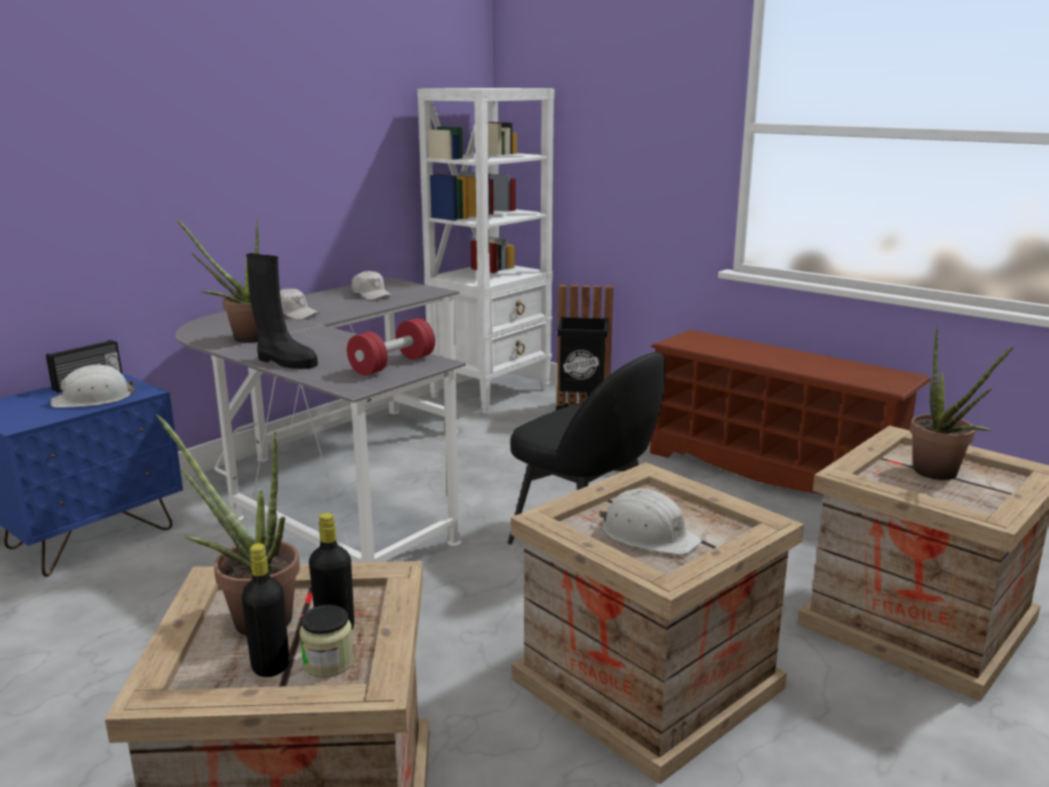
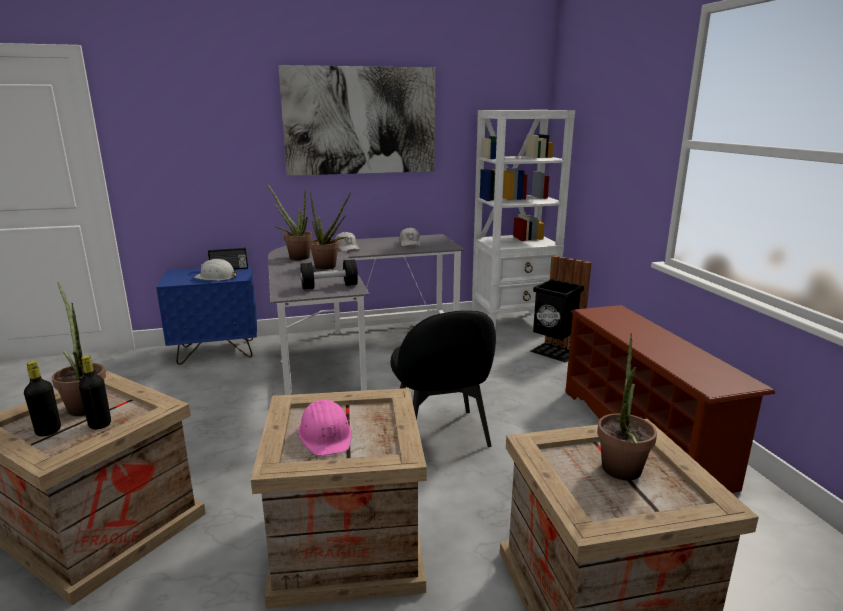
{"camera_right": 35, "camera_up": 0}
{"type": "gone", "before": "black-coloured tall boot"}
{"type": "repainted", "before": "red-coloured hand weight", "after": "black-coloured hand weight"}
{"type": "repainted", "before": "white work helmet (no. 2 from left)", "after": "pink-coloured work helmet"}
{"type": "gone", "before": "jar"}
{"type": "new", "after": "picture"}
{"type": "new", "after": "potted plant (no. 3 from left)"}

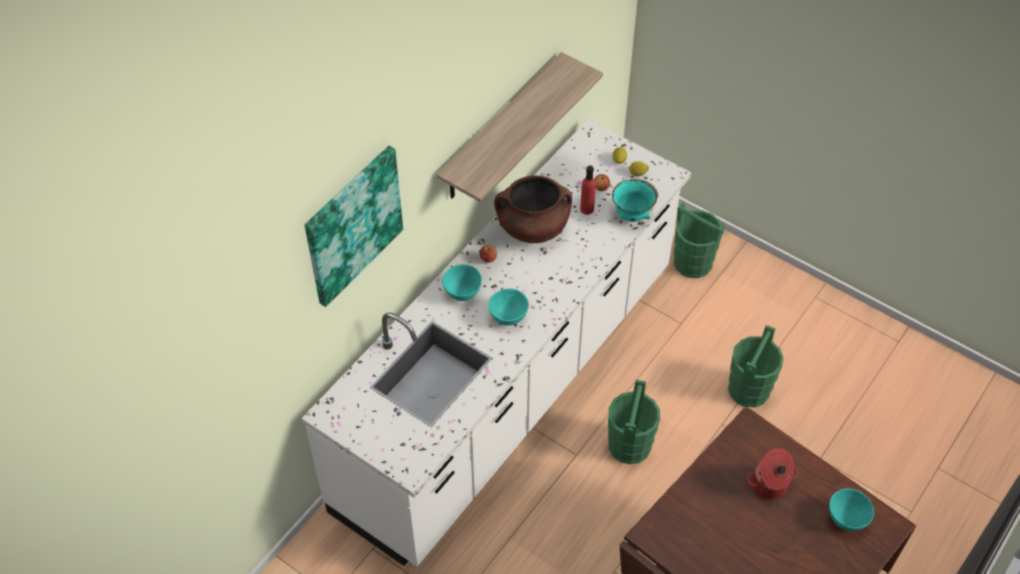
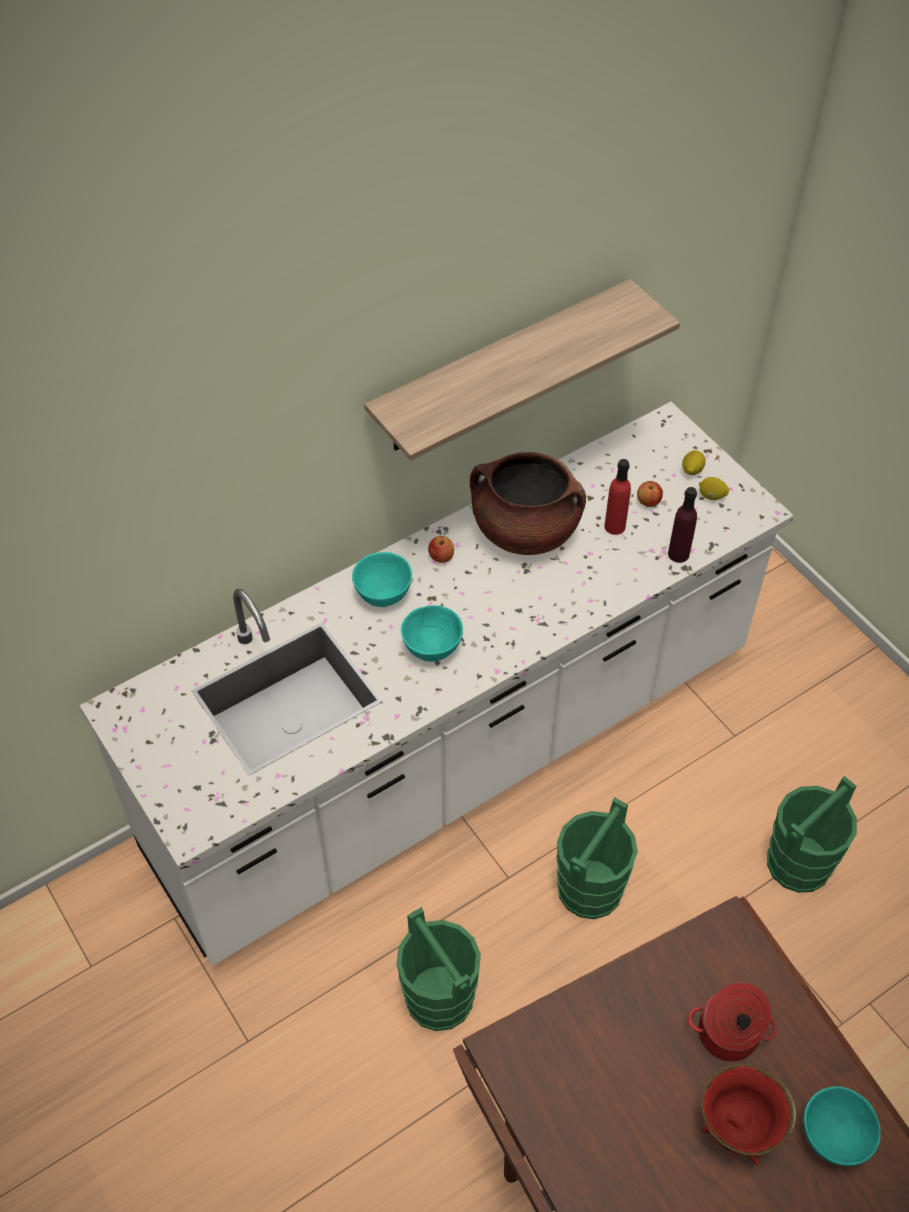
{"camera_right": 20, "camera_up": 0}
{"type": "gone", "before": "picture"}
{"type": "swapped", "before": "turquoise bowl (no. 3 from left)", "after": "purple-coloured drink bottle"}
{"type": "shifted", "before": "greenish pail (no. 2 from left in the first image)", "after": "greenish pail (no. 1 from left)"}
{"type": "new", "after": "red-coloured bowl"}

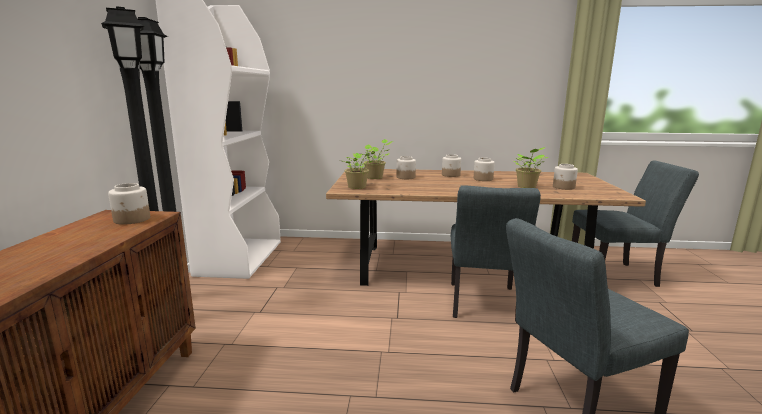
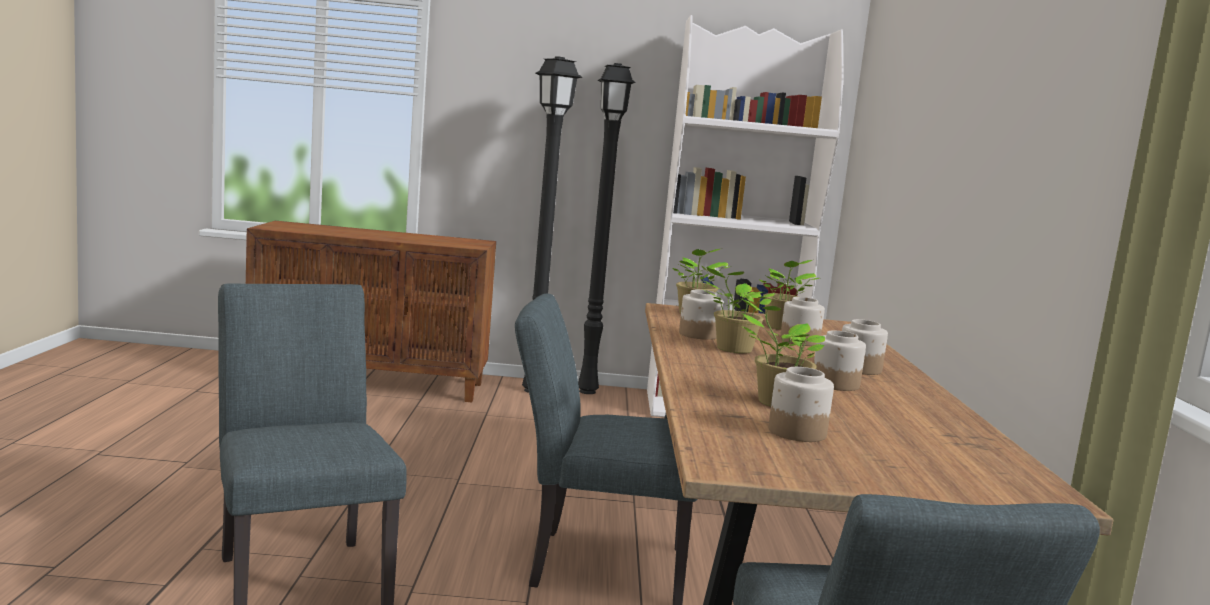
{"camera_right": 85, "camera_up": -5}
{"type": "shifted", "before": "jar (no. 1 from left)"}
{"type": "new", "after": "potted plant (no. 2 from left)"}

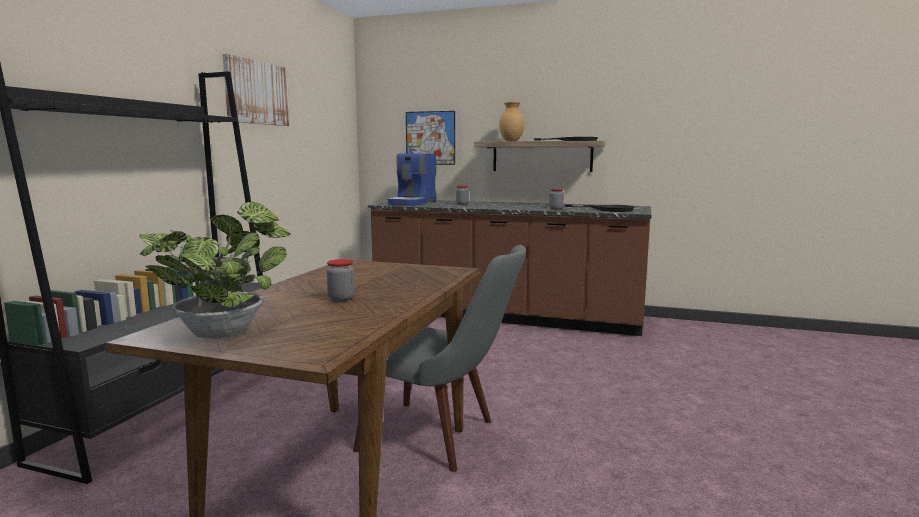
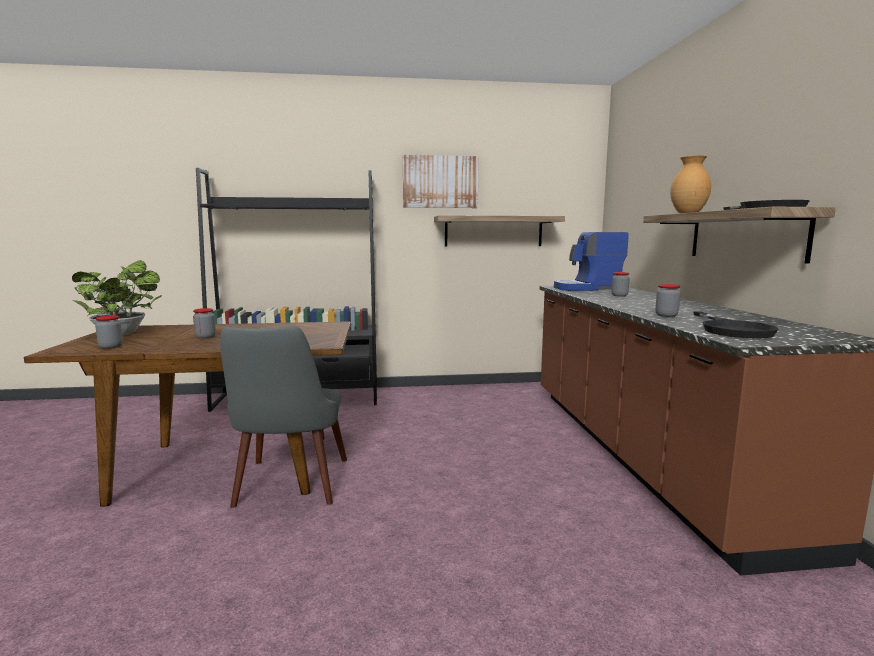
{"camera_right": 65, "camera_up": 0}
{"type": "gone", "before": "picture (no. 2 from left)"}
{"type": "new", "after": "shelf (no. 1 from left)"}
{"type": "new", "after": "jar (no. 1 from left)"}

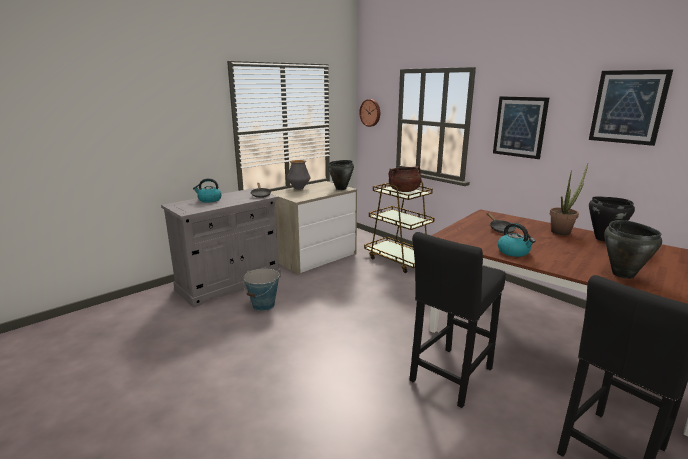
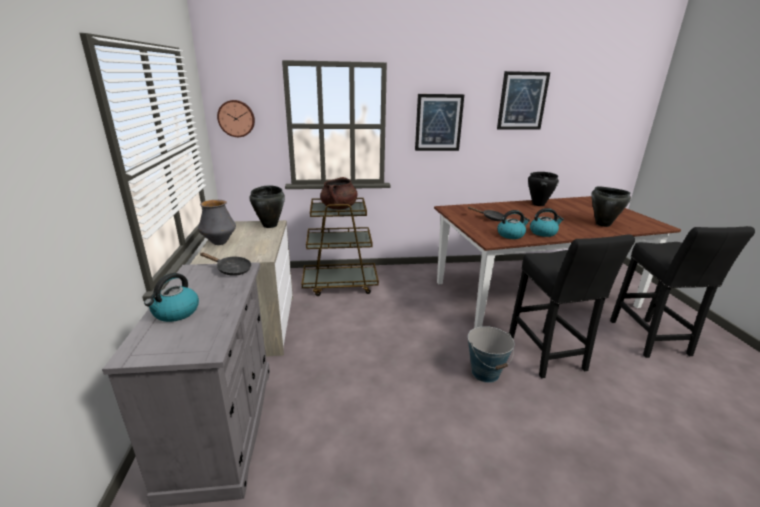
{"camera_right": -55, "camera_up": 5}
{"type": "gone", "before": "potted plant"}
{"type": "shifted", "before": "pail"}
{"type": "new", "after": "tea kettle (no. 2 from left)"}

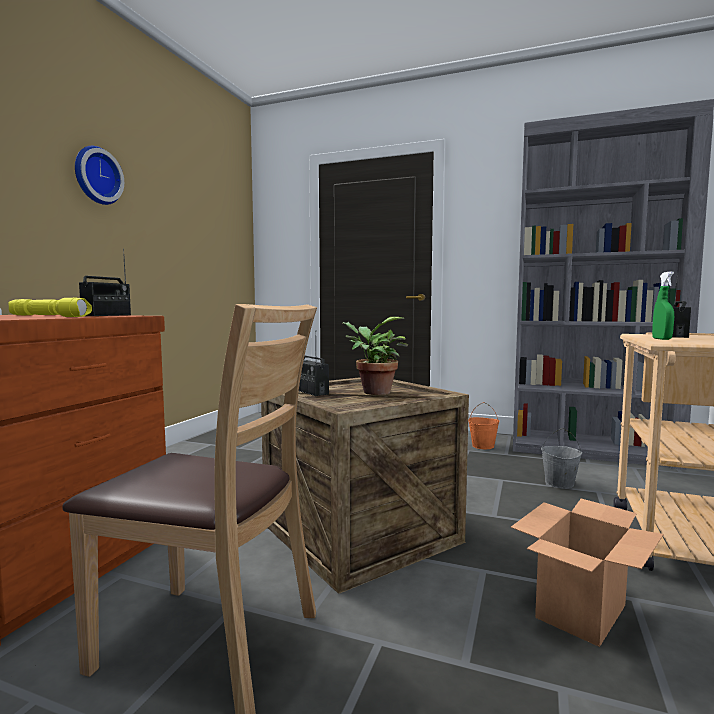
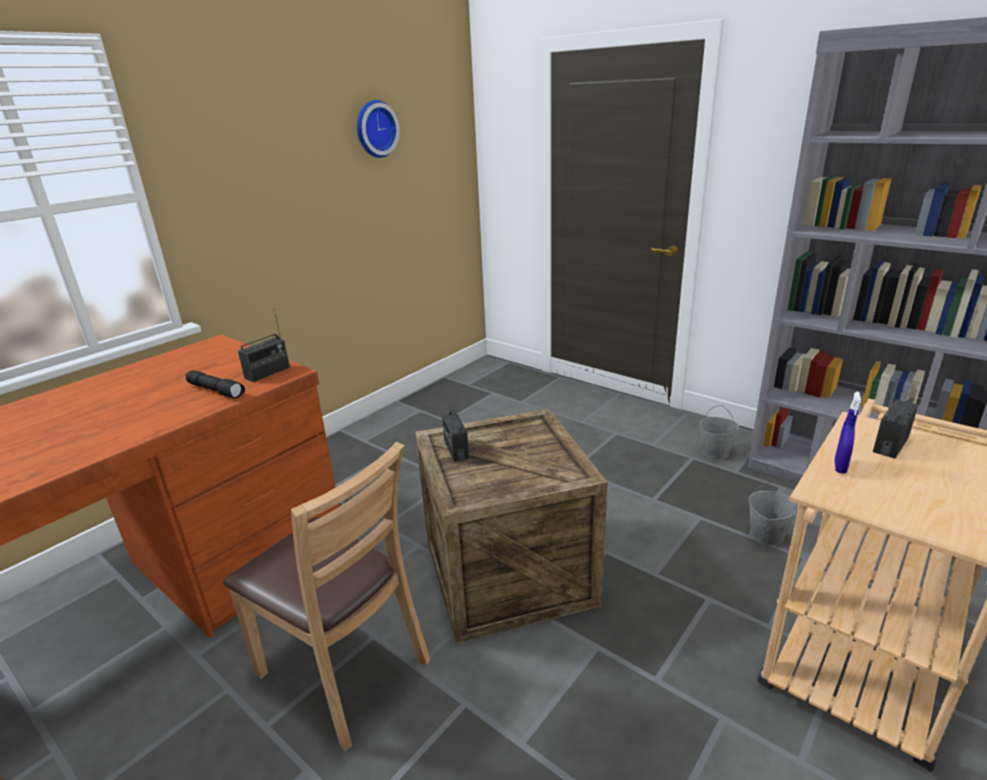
{"camera_right": 20, "camera_up": 20}
{"type": "shifted", "before": "hanging clock"}
{"type": "repainted", "before": "greenish spray bottle", "after": "bluish spray bottle"}
{"type": "repainted", "before": "yellow flashlight", "after": "black-coloured flashlight"}
{"type": "gone", "before": "potted plant"}
{"type": "repainted", "before": "orangey pail", "after": "gray pail (no. 1 from left)"}
{"type": "gone", "before": "cardboard box"}

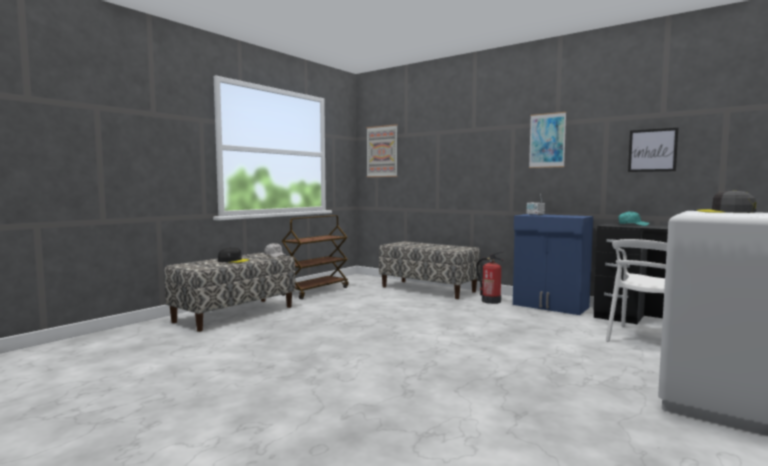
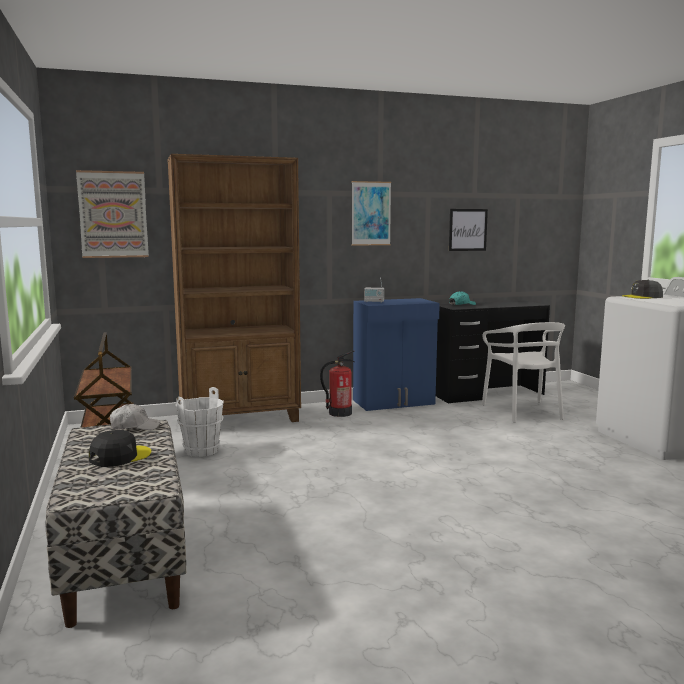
{"camera_right": -55, "camera_up": 5}
{"type": "swapped", "before": "bench (no. 2 from left)", "after": "brown bookcase"}
{"type": "new", "after": "white pail"}

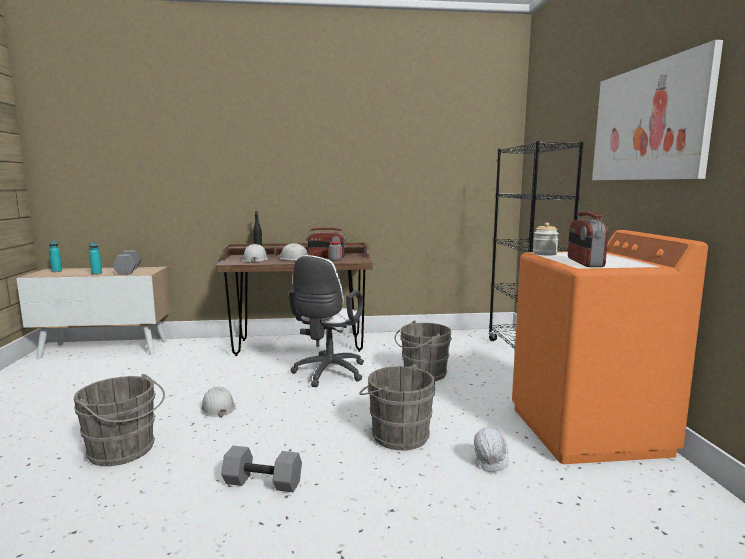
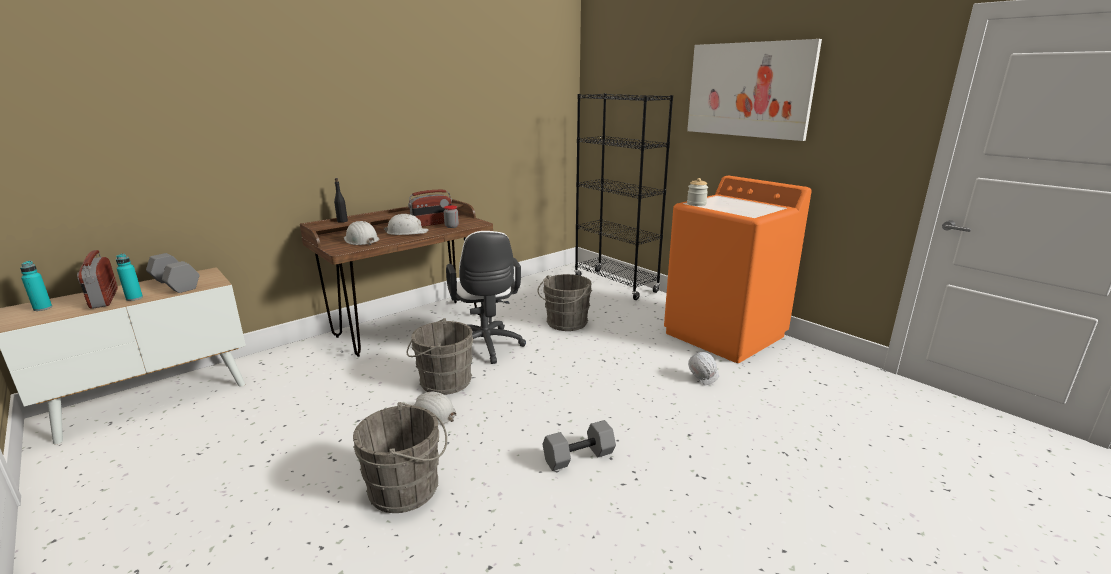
{"camera_right": -35, "camera_up": 10}
{"type": "shifted", "before": "radio (no. 2 from left in the first image)", "after": "radio (no. 1 from left)"}
{"type": "shifted", "before": "gray pail (no. 2 from left)"}

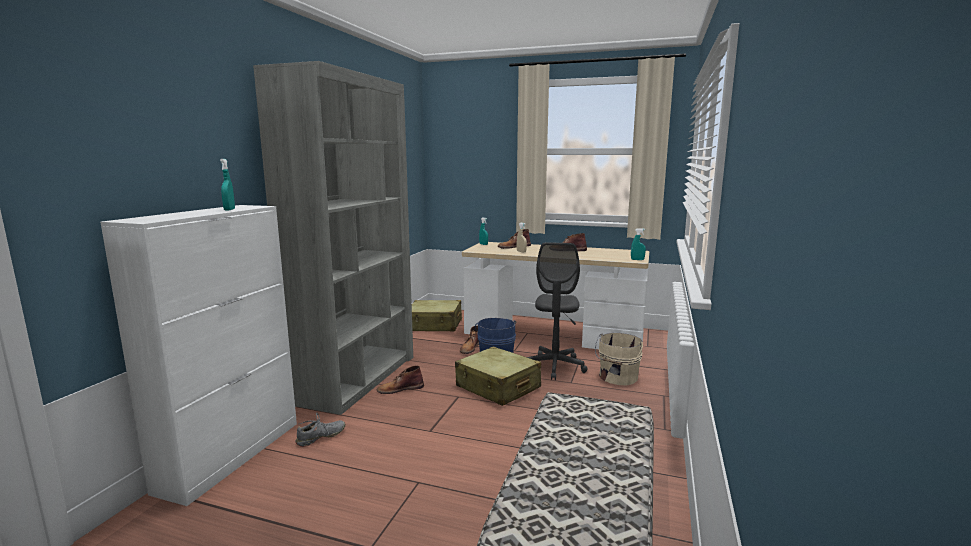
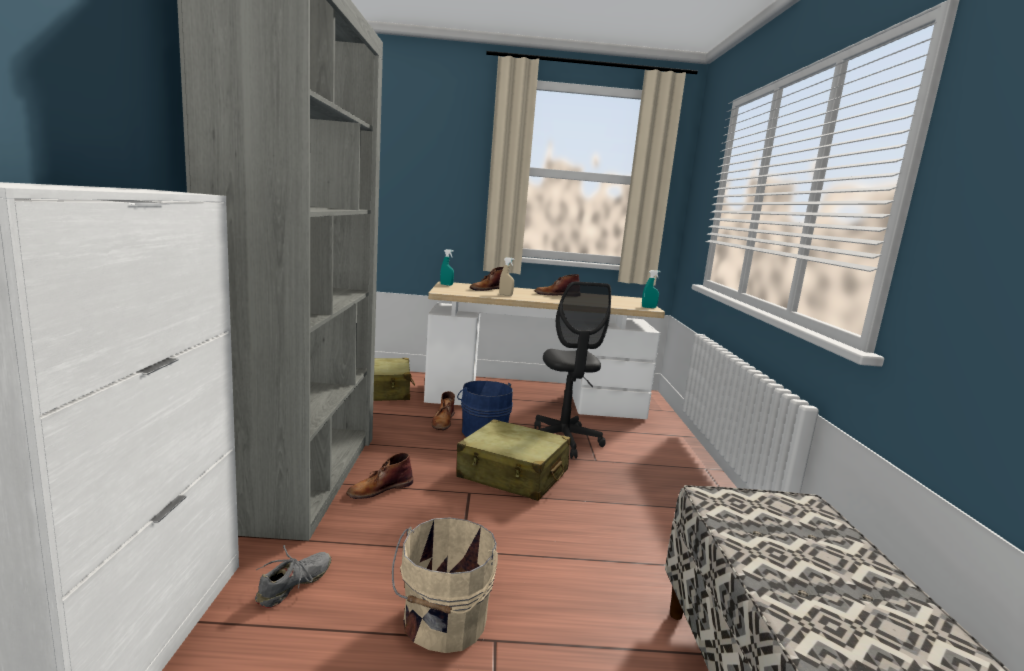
{"camera_right": -20, "camera_up": 0}
{"type": "gone", "before": "turquoise spray bottle (no. 1 from left)"}
{"type": "shifted", "before": "beige pail"}

